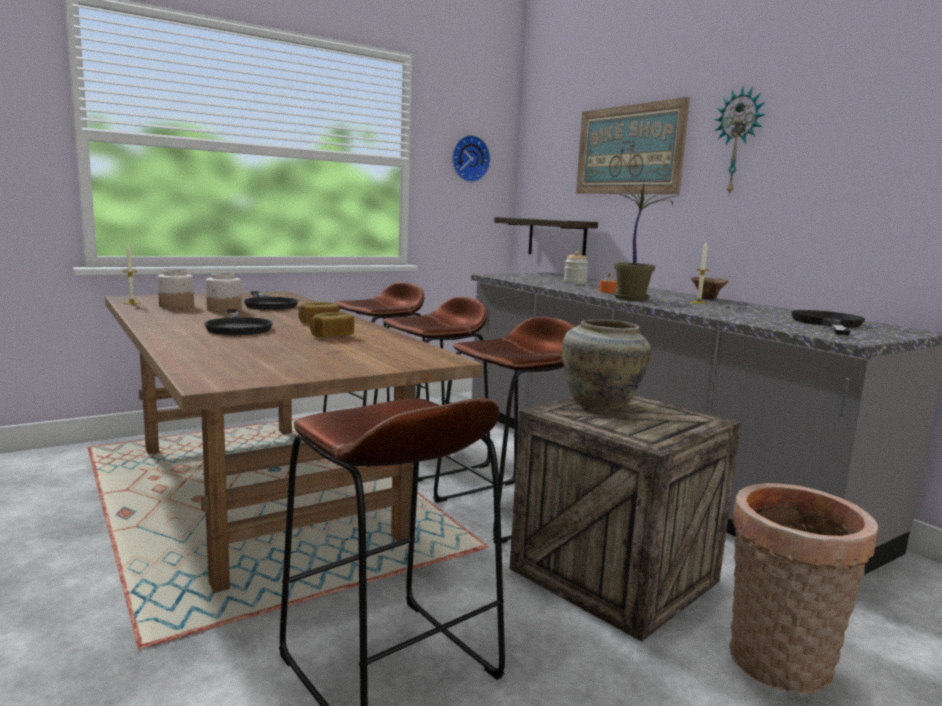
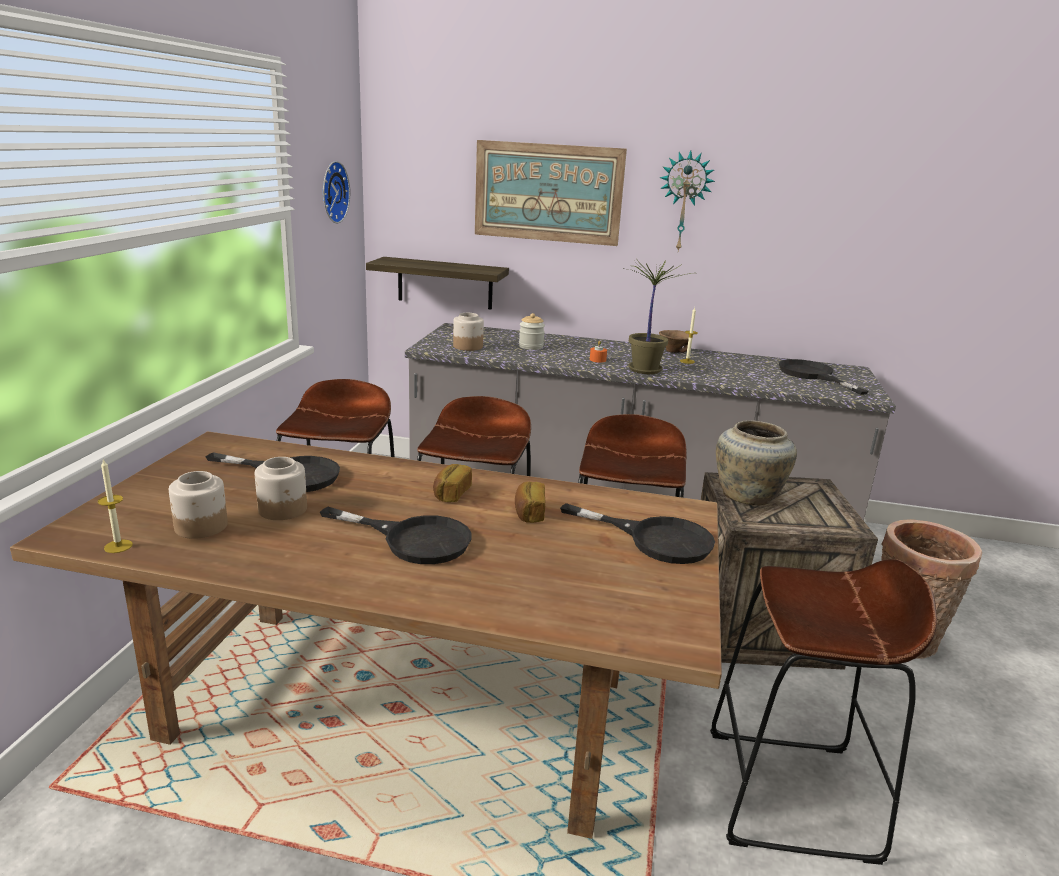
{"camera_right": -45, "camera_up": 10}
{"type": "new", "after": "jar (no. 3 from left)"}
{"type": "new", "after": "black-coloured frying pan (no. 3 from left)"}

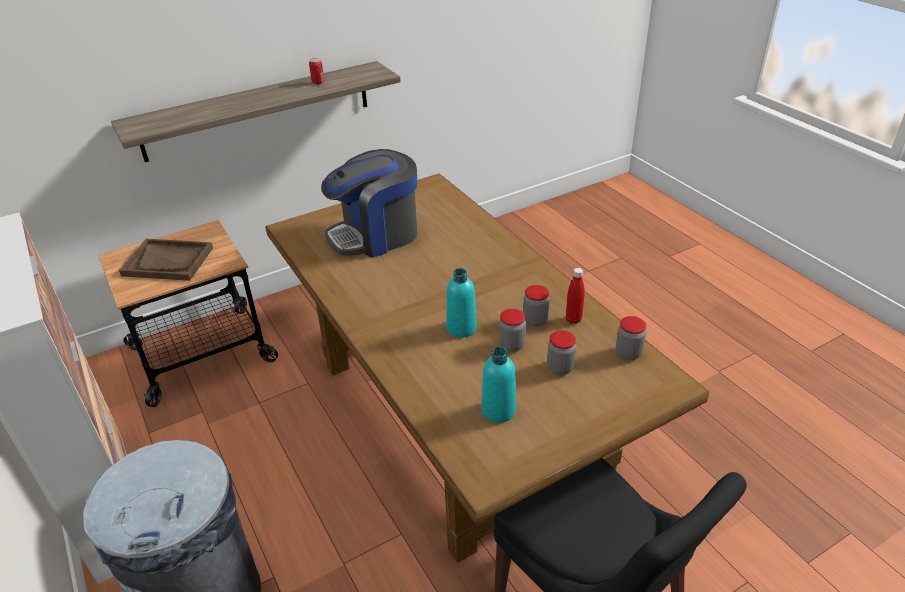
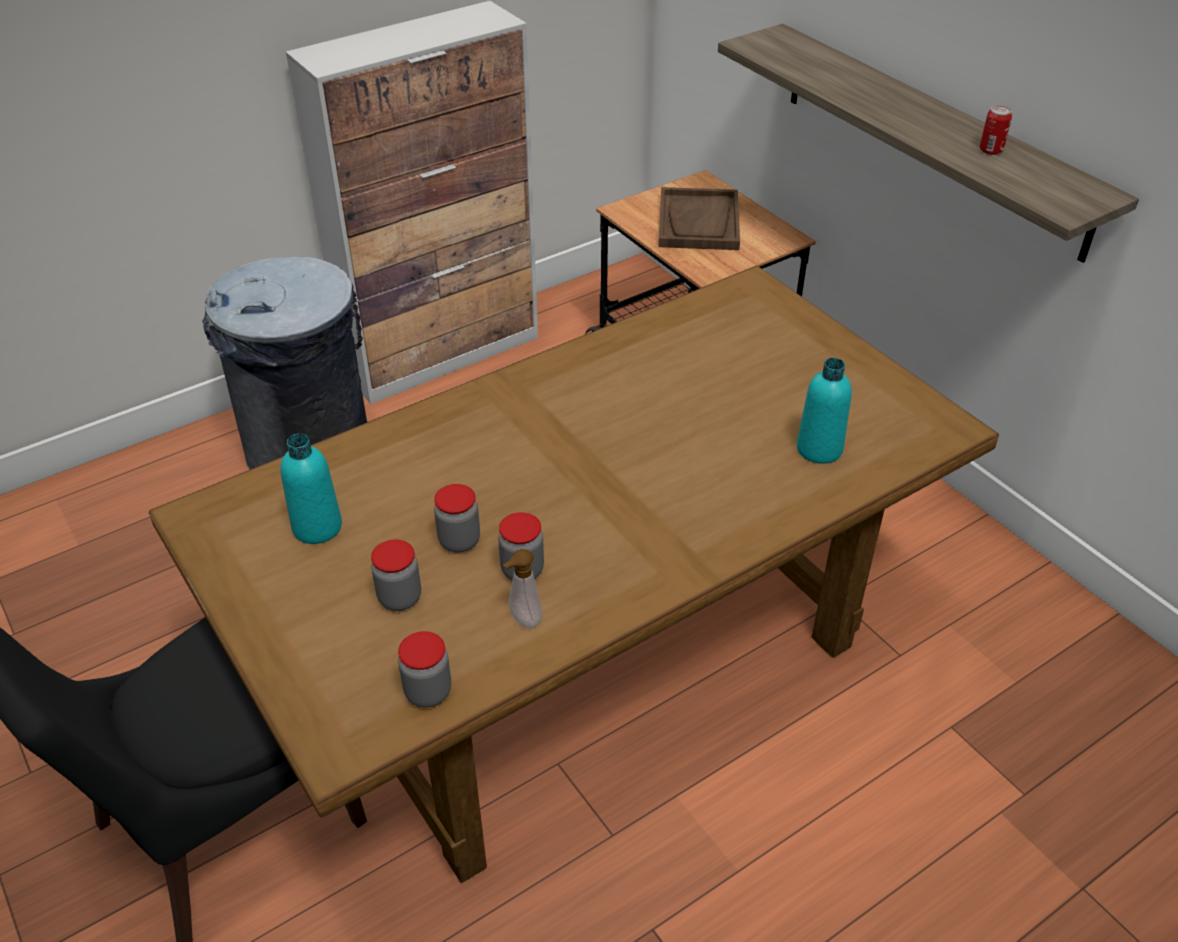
{"camera_right": 85, "camera_up": 5}
{"type": "gone", "before": "coffee maker"}
{"type": "shifted", "before": "turquoise drink bottle (no. 1 from left in the first image)", "after": "turquoise drink bottle (no. 2 from left)"}
{"type": "swapped", "before": "red-coloured drink bottle", "after": "soap dispenser"}

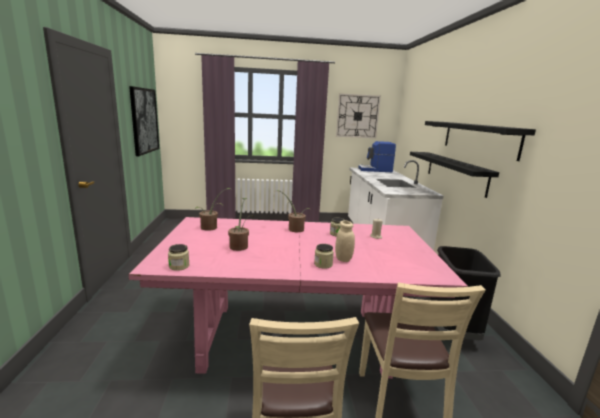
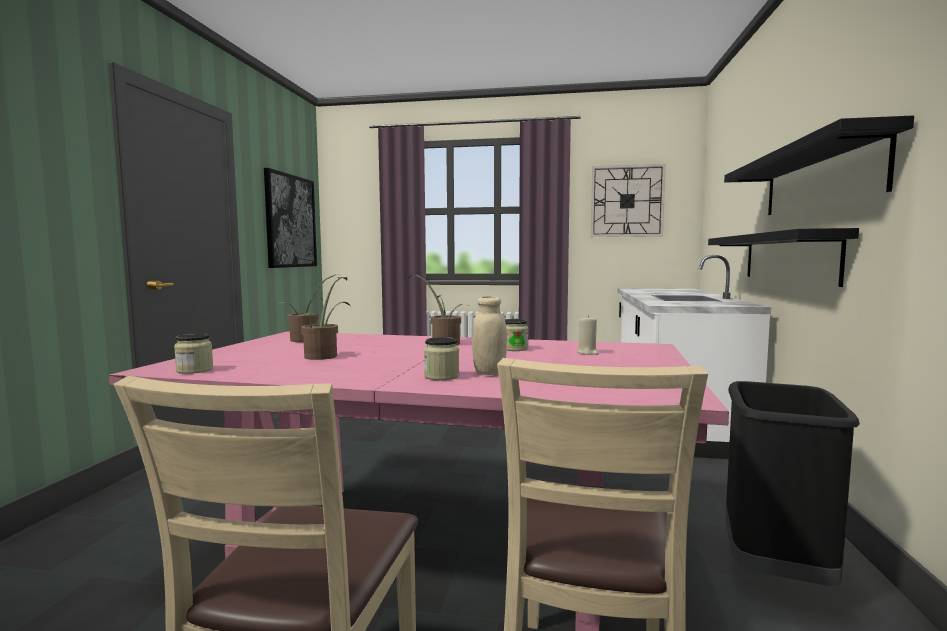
{"camera_right": 15, "camera_up": -10}
{"type": "gone", "before": "coffee maker"}

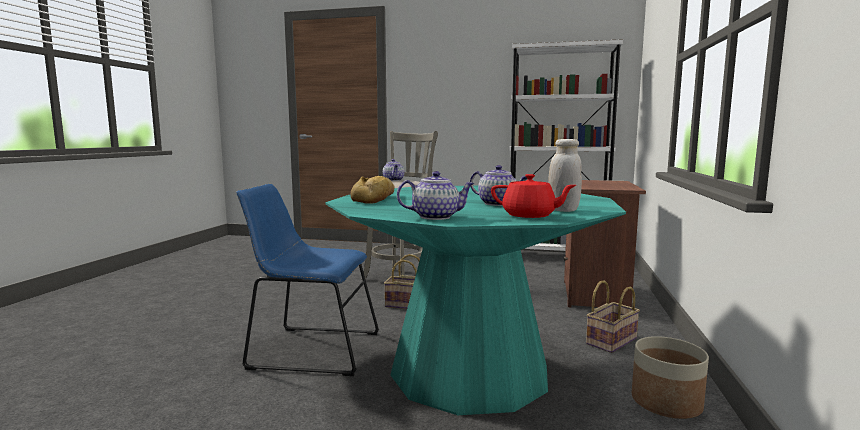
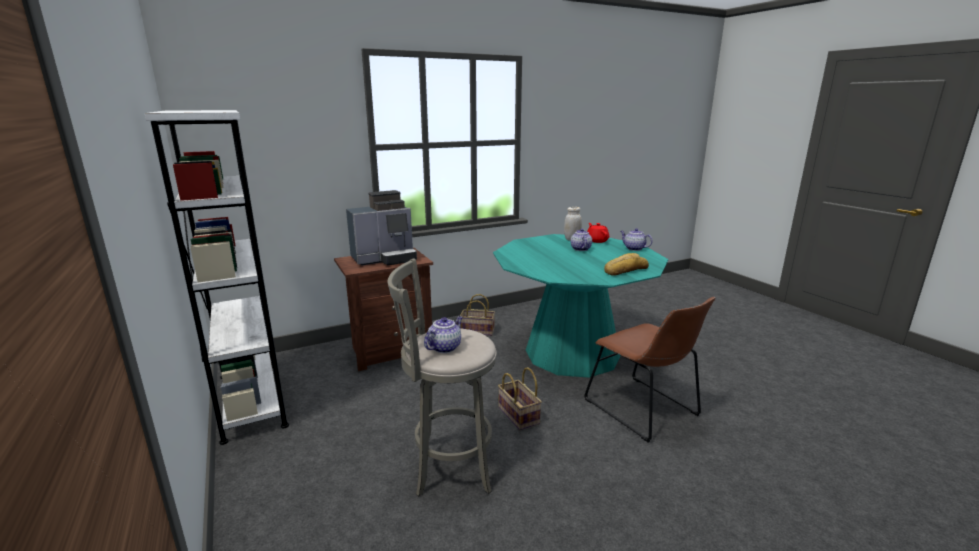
{"camera_right": -130, "camera_up": 10}
{"type": "repainted", "before": "bluish chair", "after": "brown chair"}
{"type": "gone", "before": "flower pot"}
{"type": "new", "after": "coffee maker"}

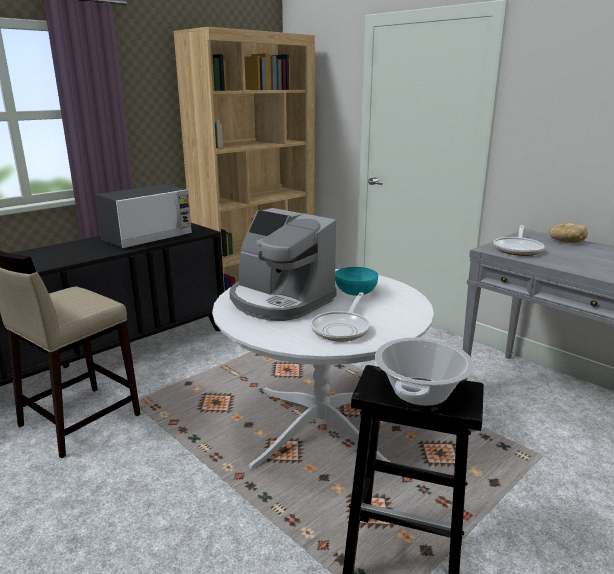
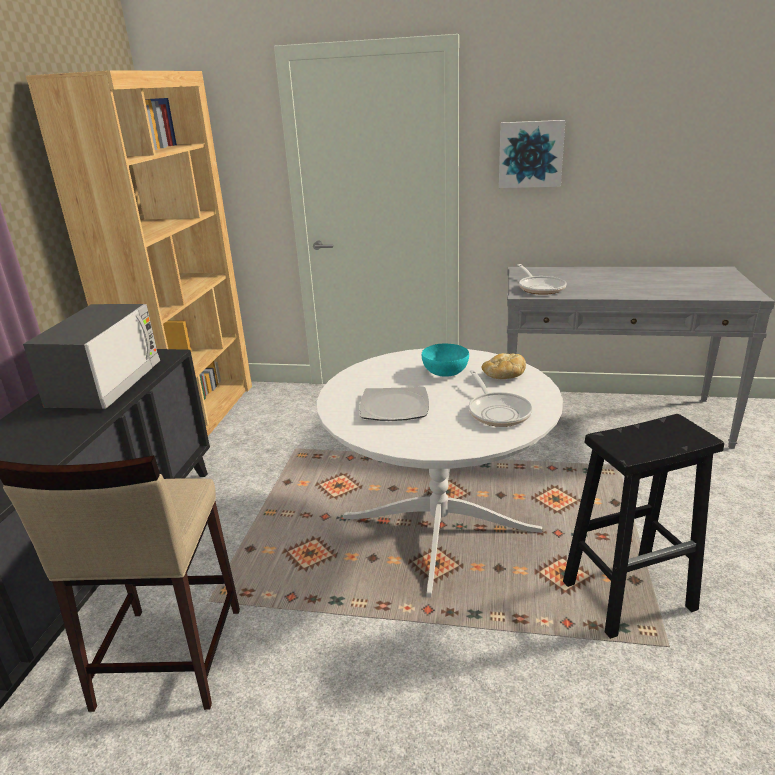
{"camera_right": -35, "camera_up": 5}
{"type": "swapped", "before": "coffee maker", "after": "flat dish"}
{"type": "shifted", "before": "bread"}
{"type": "gone", "before": "saucepot"}
{"type": "new", "after": "picture"}

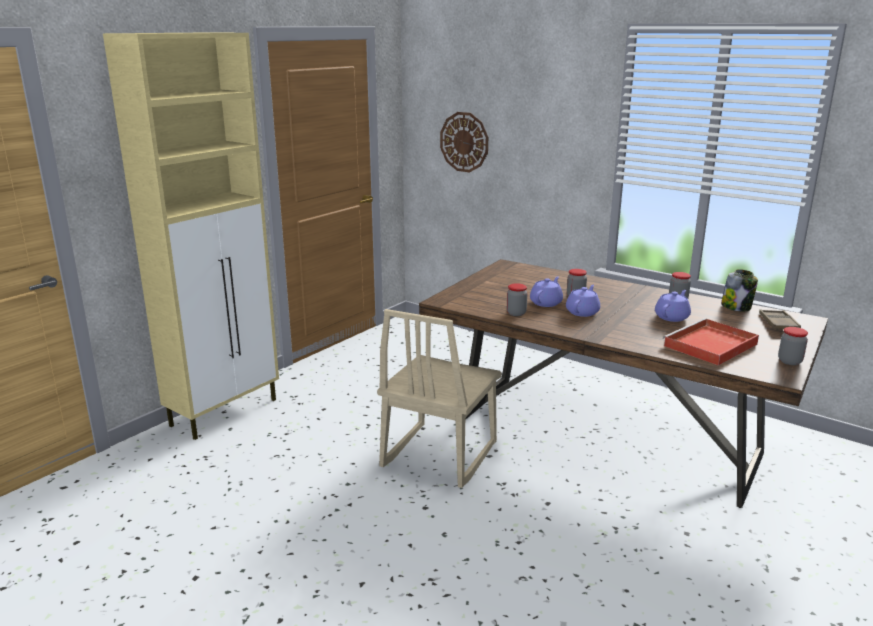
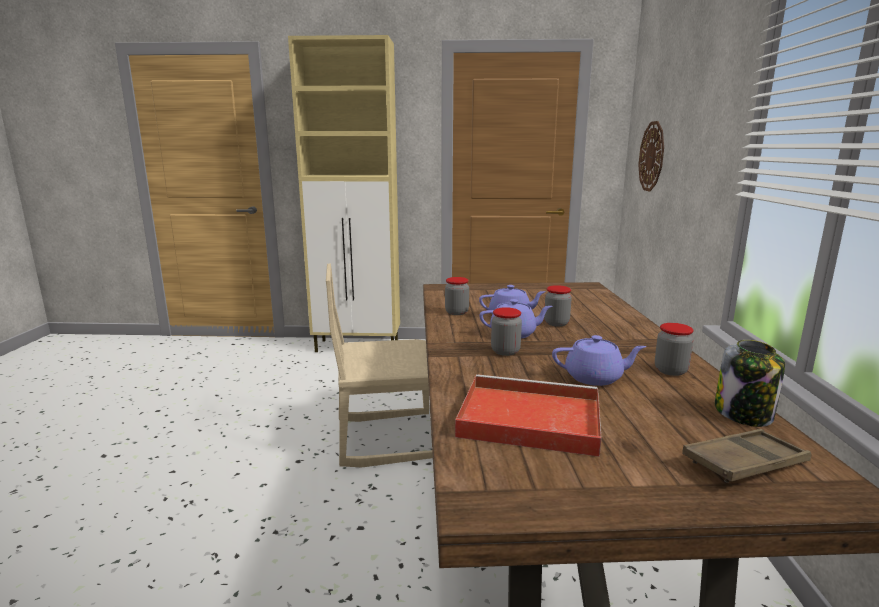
{"camera_right": 55, "camera_up": -5}
{"type": "shifted", "before": "jar (no. 5 from left in the first image)", "after": "jar (no. 2 from left)"}

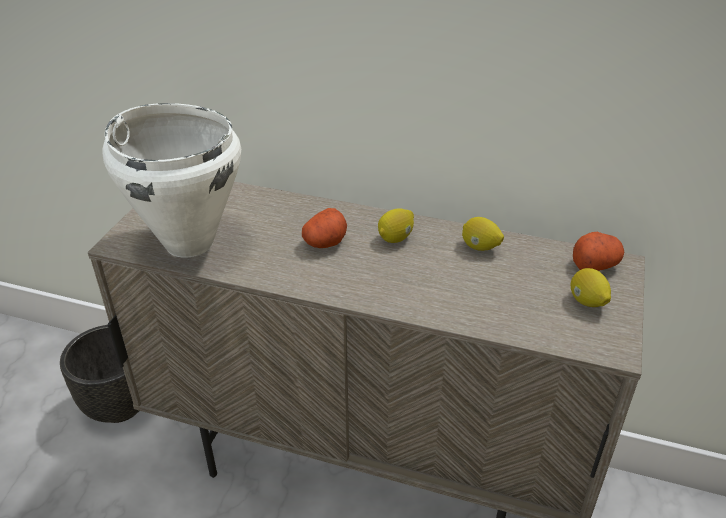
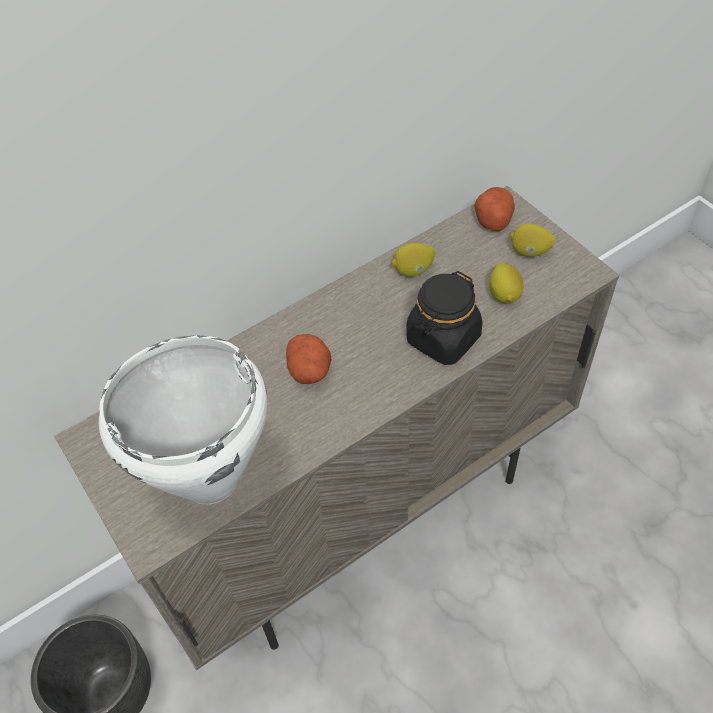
{"camera_right": -50, "camera_up": 15}
{"type": "shifted", "before": "citrus fruit (no. 1 from left in the first image)", "after": "citrus fruit (no. 2 from left)"}
{"type": "new", "after": "black-coloured jar"}

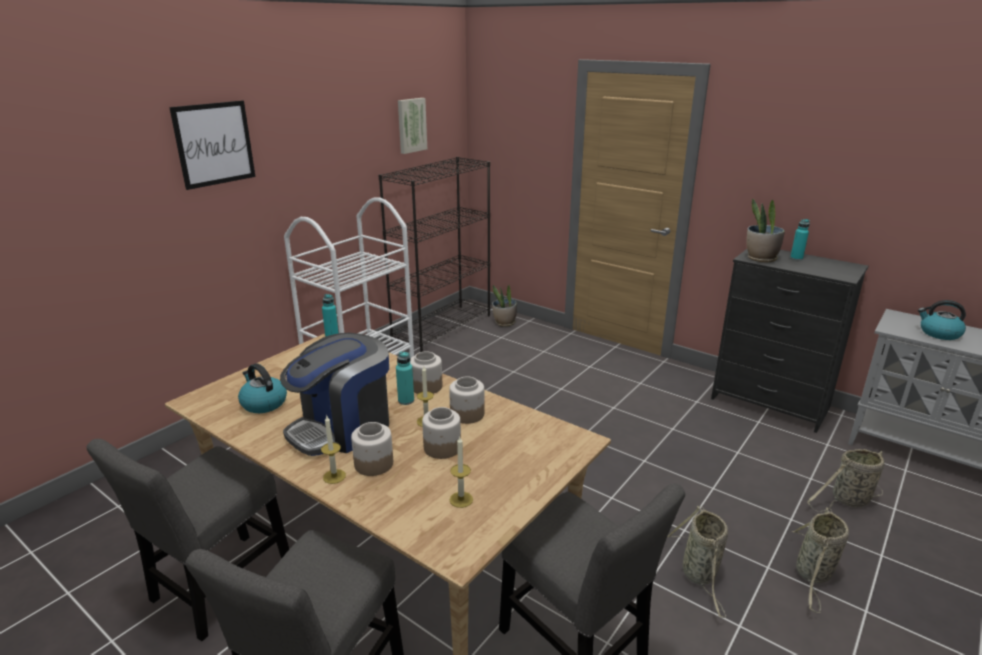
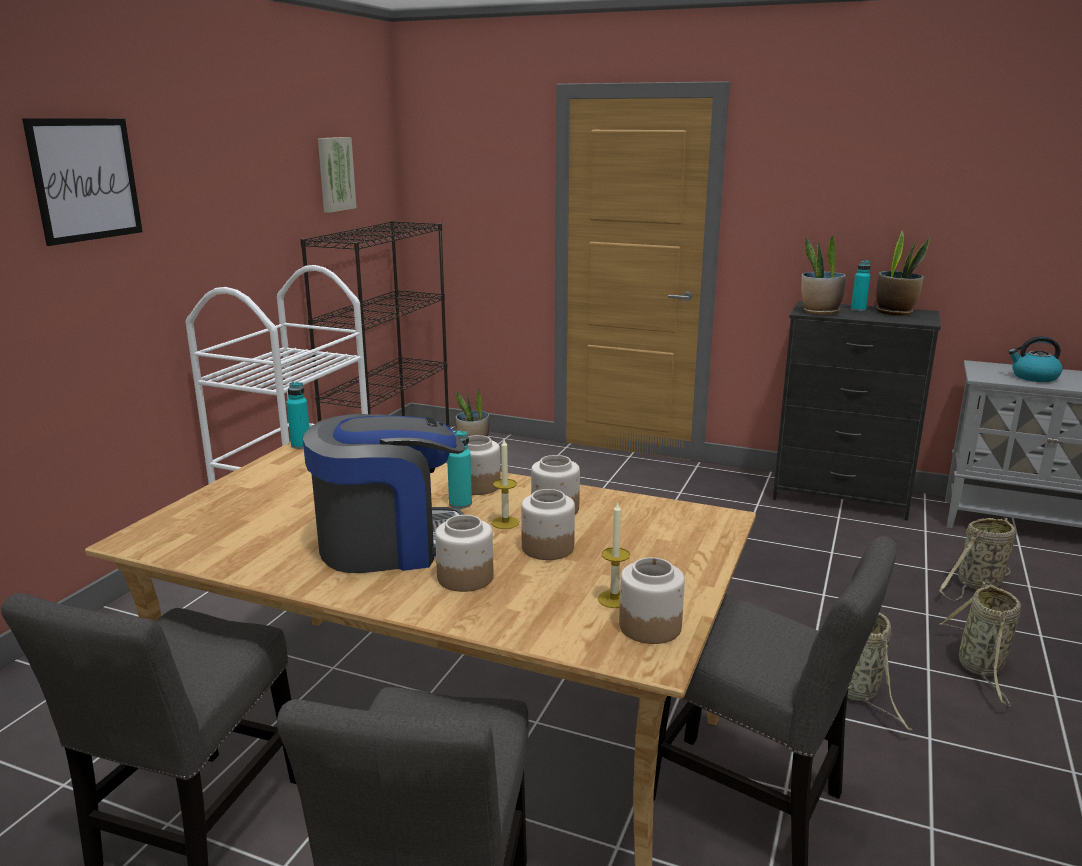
{"camera_right": -15, "camera_up": -5}
{"type": "rotated", "before": "coffee maker", "turn": -135}
{"type": "gone", "before": "tea kettle (no. 1 from left)"}
{"type": "gone", "before": "wax light (no. 1 from left)"}
{"type": "new", "after": "potted plant (no. 3 from left)"}
{"type": "new", "after": "jar (no. 5 from left)"}

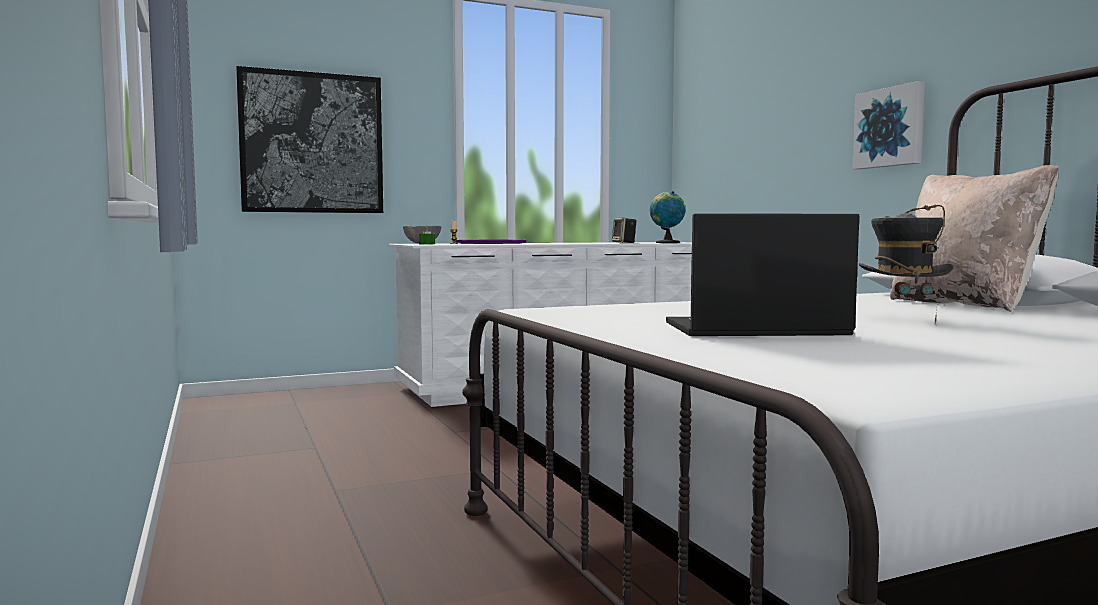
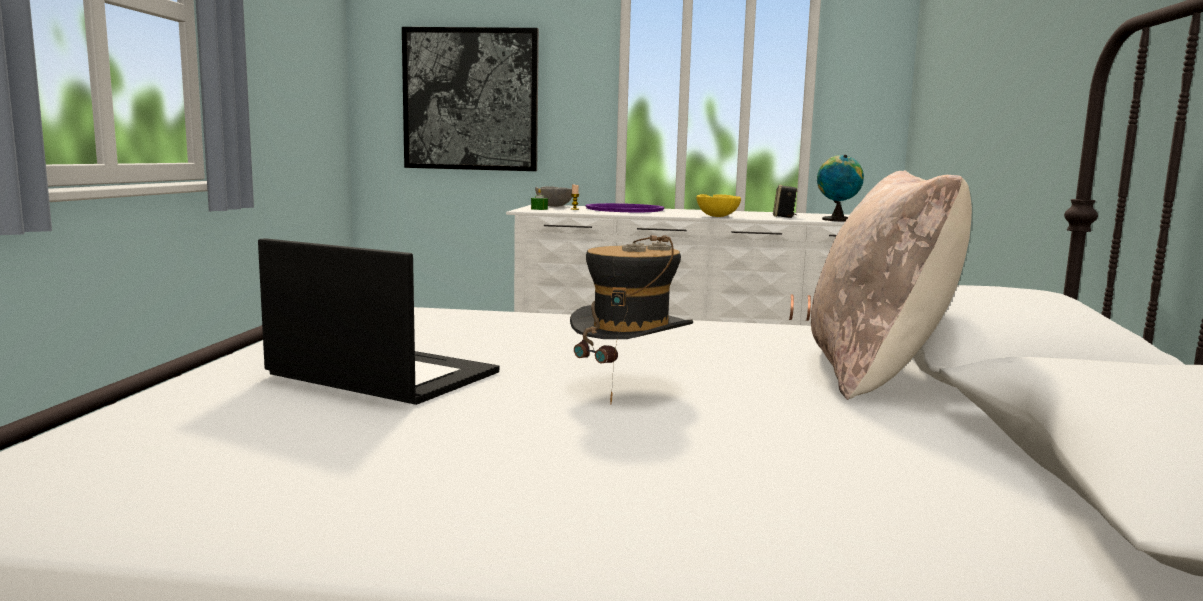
{"camera_right": 30, "camera_up": 5}
{"type": "gone", "before": "picture (no. 2 from left)"}
{"type": "new", "after": "yellow bowl"}

